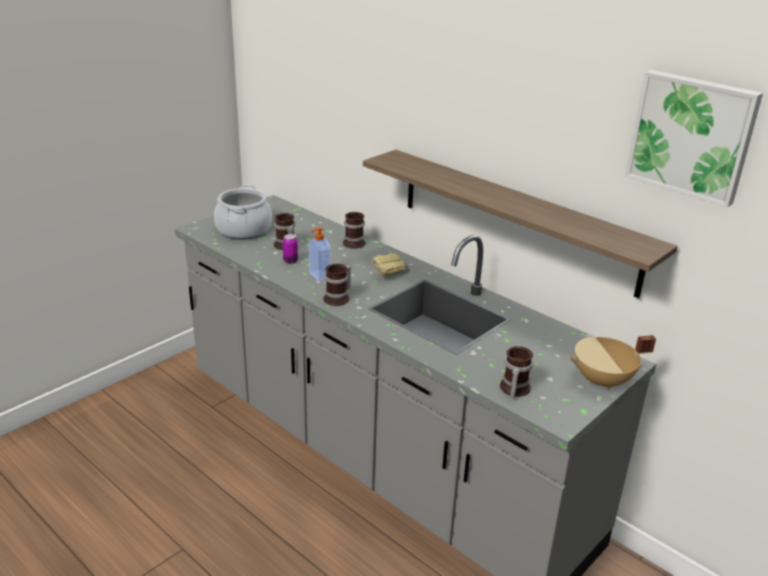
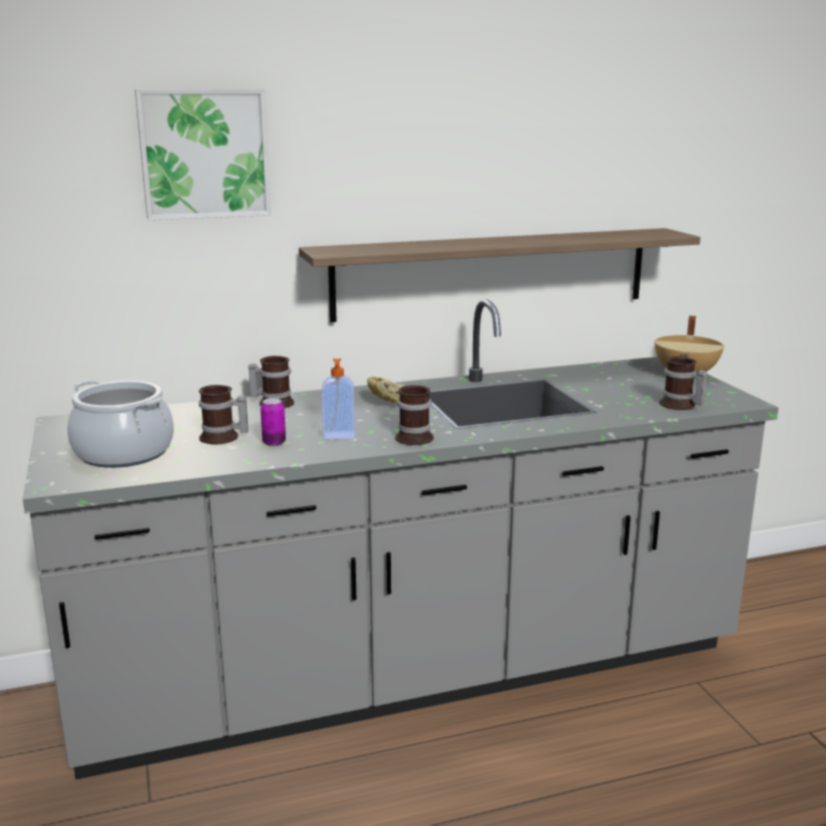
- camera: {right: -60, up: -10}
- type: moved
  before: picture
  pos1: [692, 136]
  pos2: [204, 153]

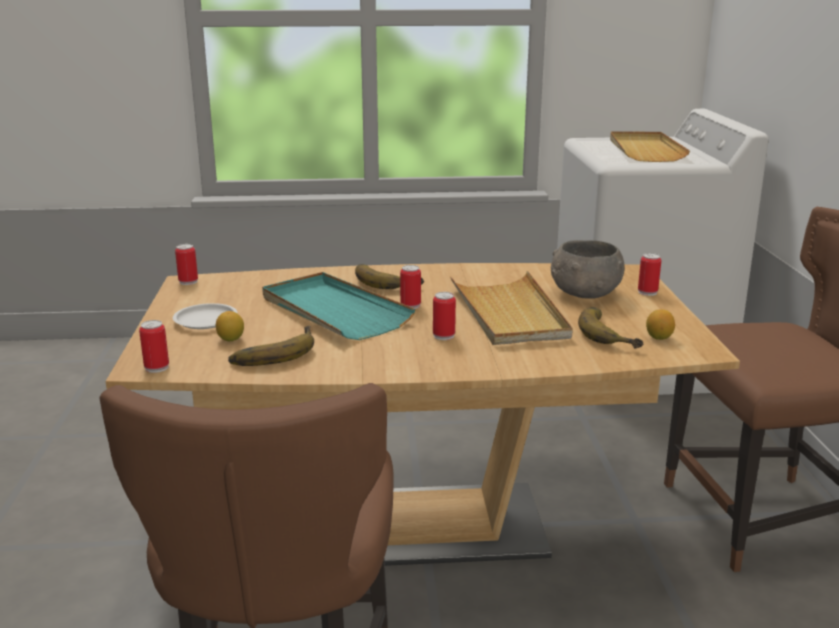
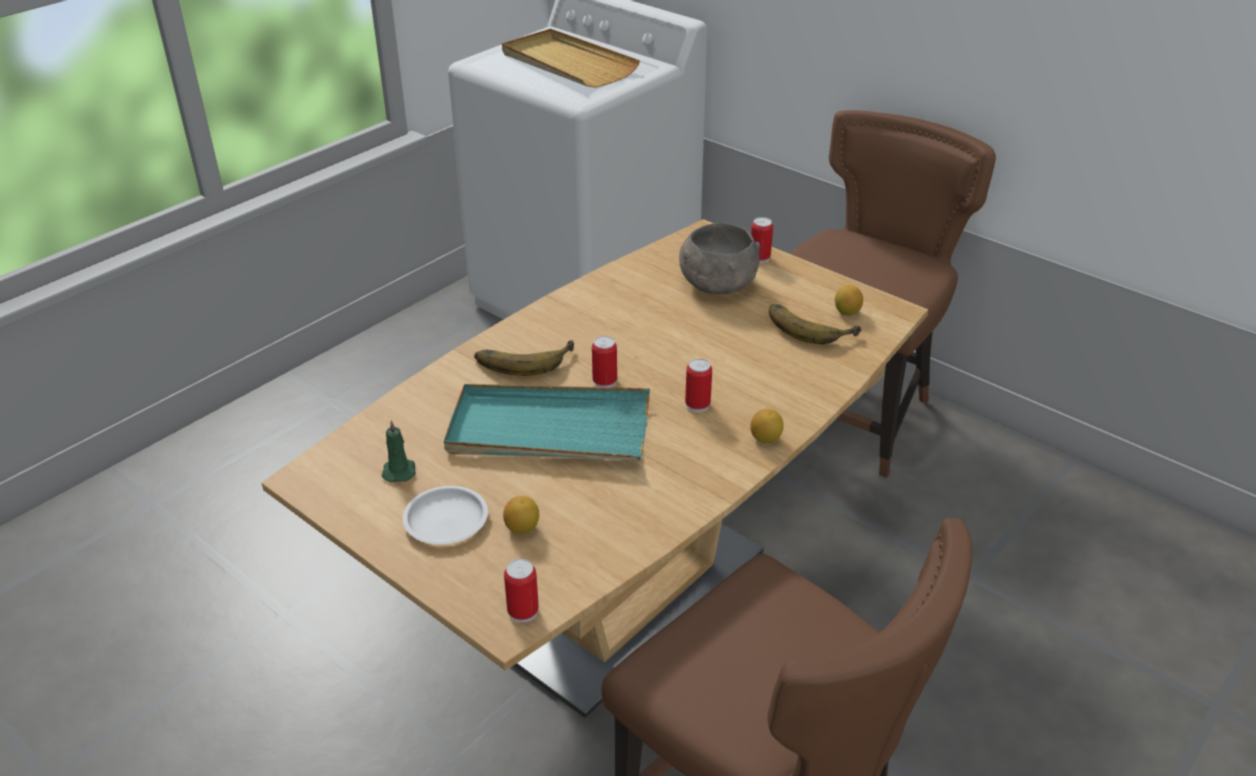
- camera: {right: -45, up: 15}
- type: added
  after: candle/green-coloured
  pos2: [399, 470]
- type: added
  after: citrus fruit
  pos2: [766, 439]
- type: removed
  before: can
  pos1: [188, 282]
- type: removed
  before: banana fruit
  pos1: [272, 352]
- type: removed
  before: carrying tray/sand-coloured
  pos1: [509, 313]

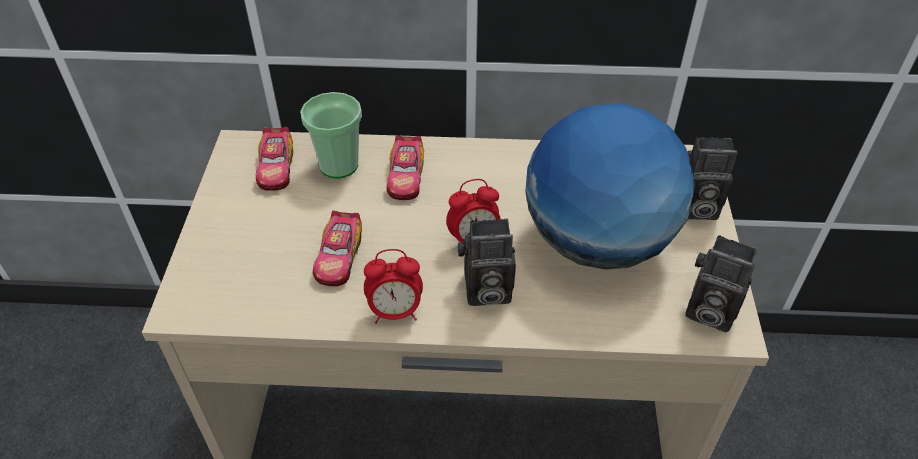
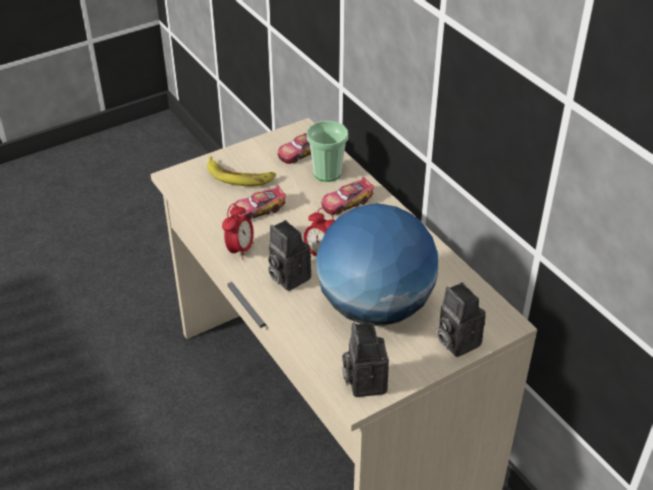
- camera: {right: 55, up: -5}
- type: added
  after: banana fruit
  pos2: [239, 176]
- type: turned
  before: alarm clock
  pos1: [395, 312]
  pos2: [240, 250]
  turn: -120

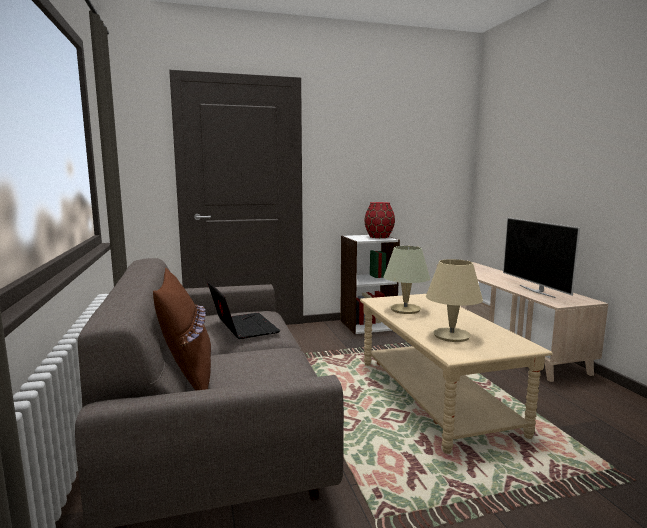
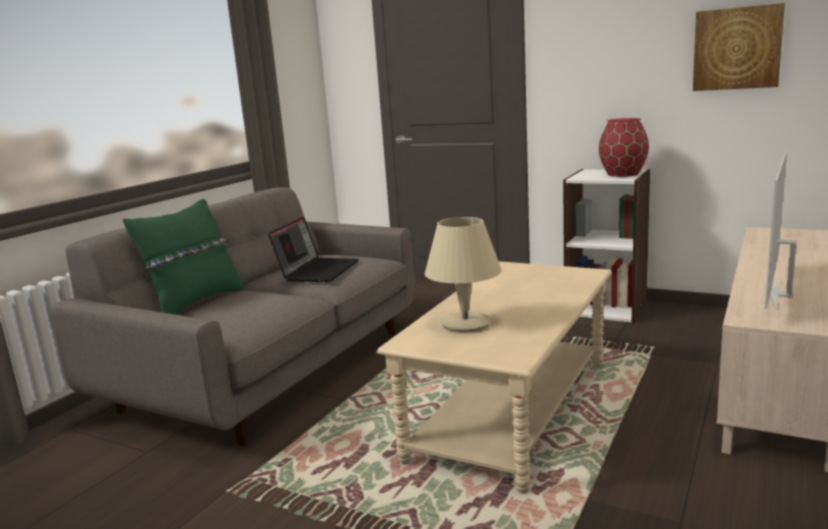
- camera: {right: 45, up: 5}
- type: recoloured
  before: cushion/brown
  after: cushion/green-coloured
  pos1: [188, 377]
  pos2: [195, 303]
- type: added
  after: picture
  pos2: [737, 48]
- type: removed
  before: table lamp/sand-coloured
  pos1: [405, 309]

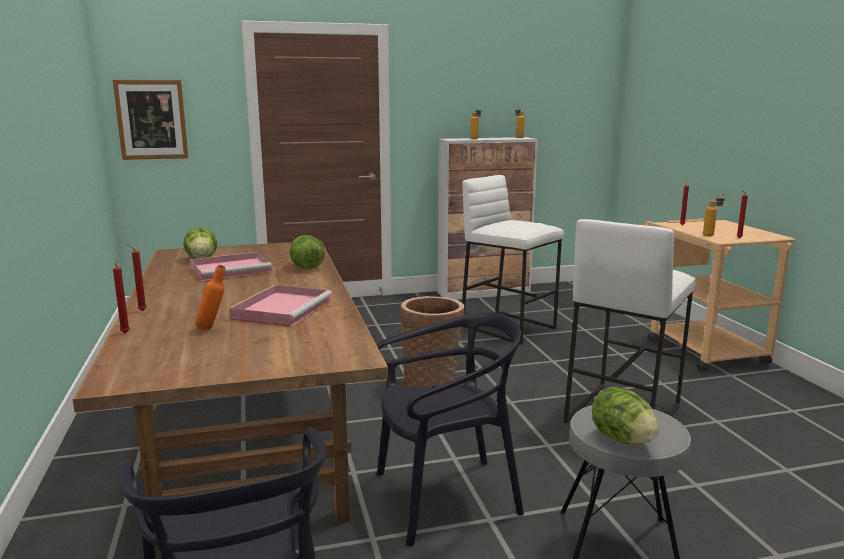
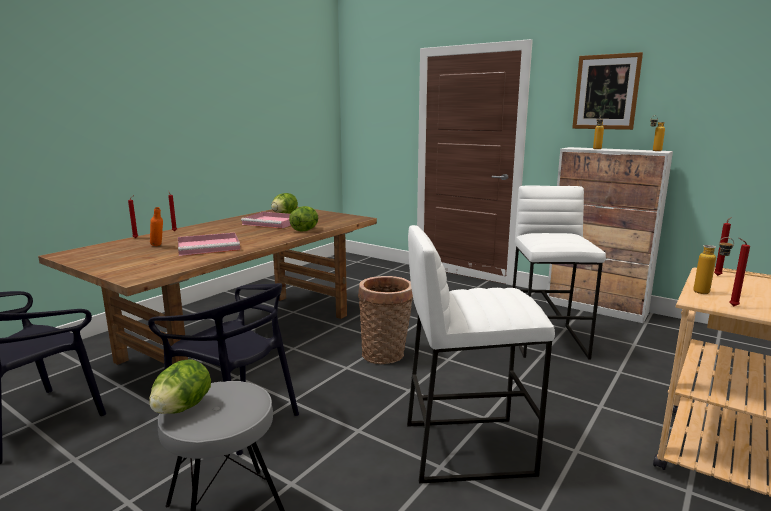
- camera: {right: 50, up: 0}
- type: moved
  before: picture
  pos1: [151, 119]
  pos2: [606, 92]

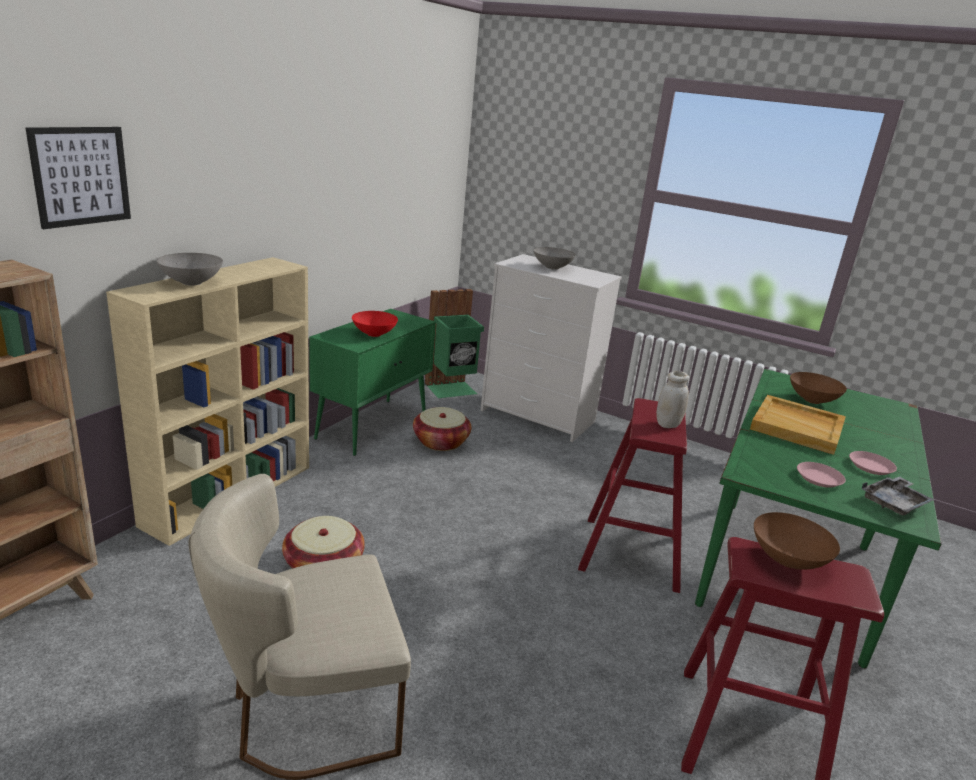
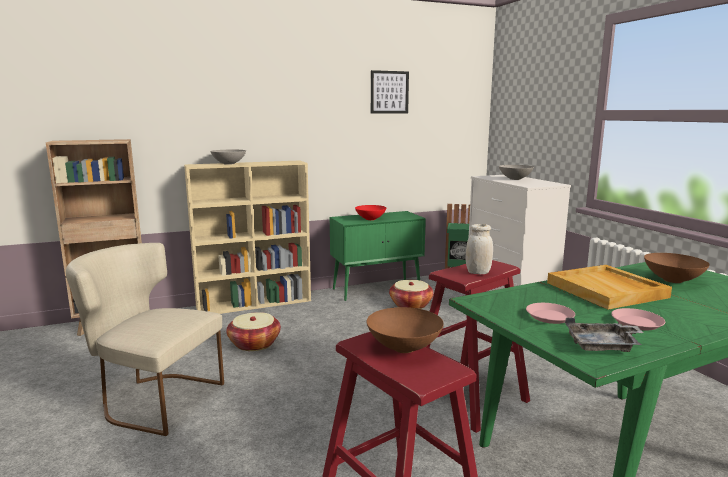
- camera: {right: 40, up: -10}
- type: moved
  before: picture
  pos1: [81, 176]
  pos2: [389, 92]

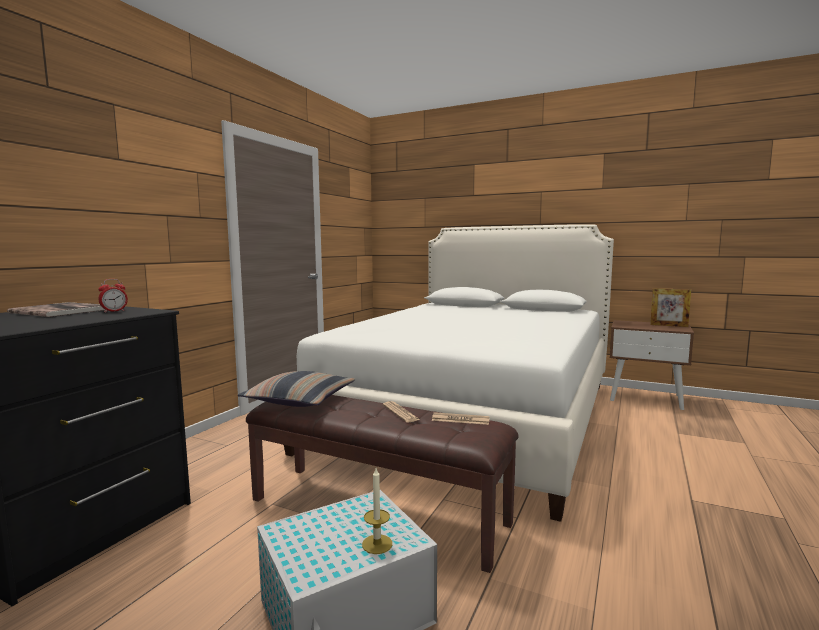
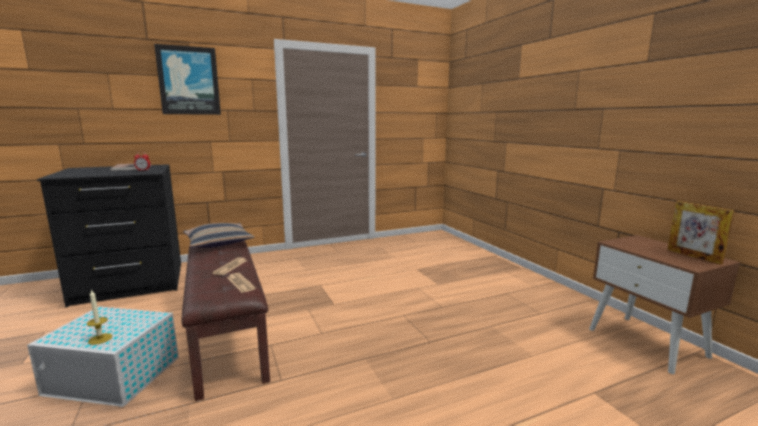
- camera: {right: 40, up: 5}
- type: added
  after: picture
  pos2: [189, 81]
- type: removed
  before: sleeping bed/whitish
  pos1: [473, 414]

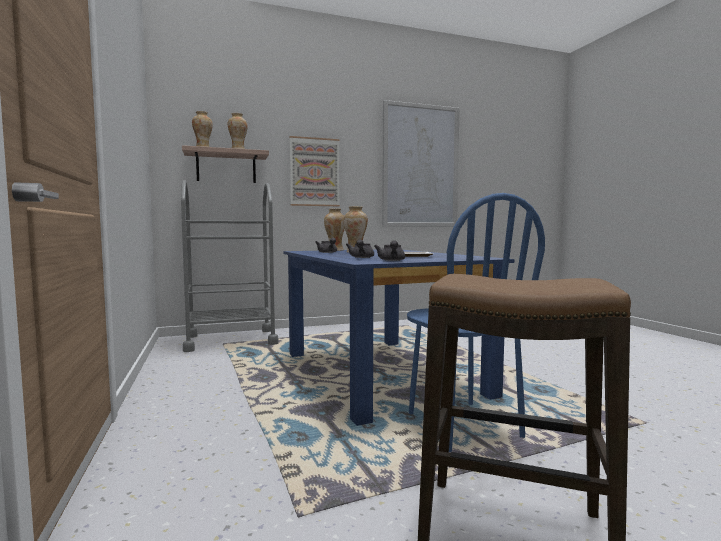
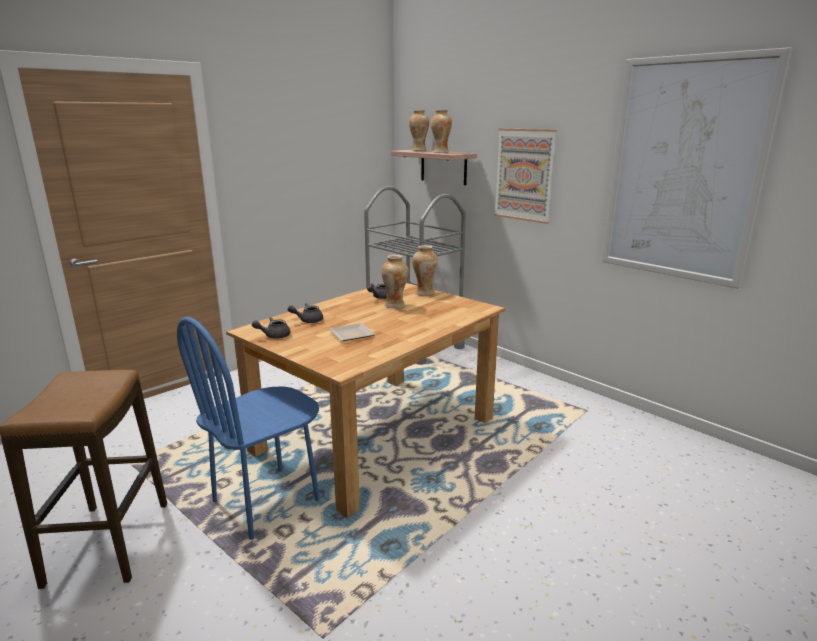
- camera: {right: 65, up: 15}
- type: recoloured
  before: dinner table/blue-coloured
  after: dinner table/brown
  pos1: [381, 373]
  pos2: [376, 436]

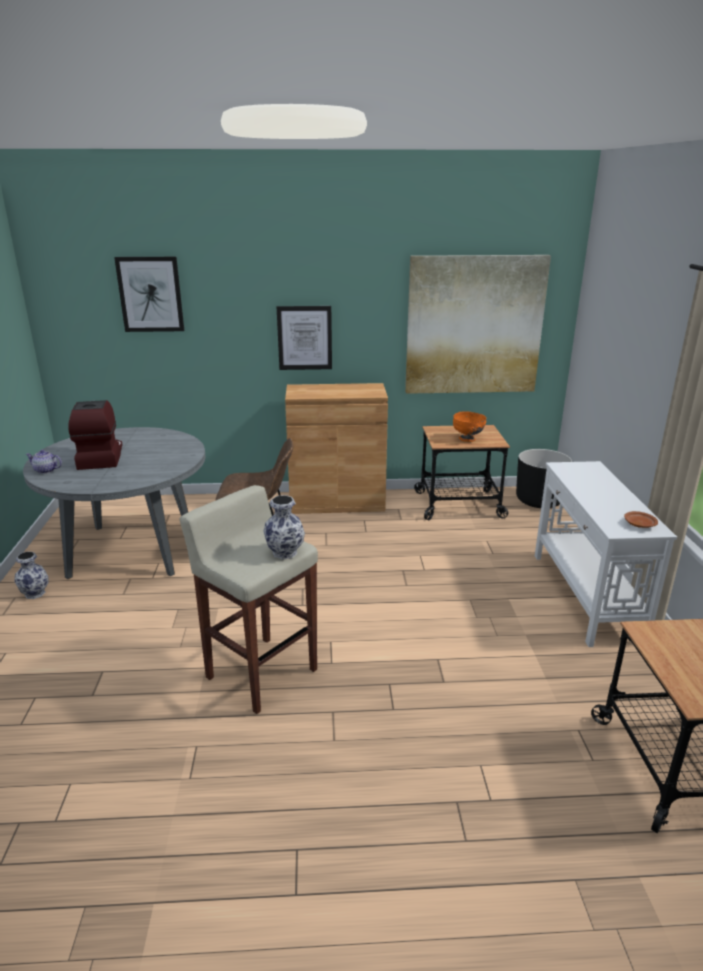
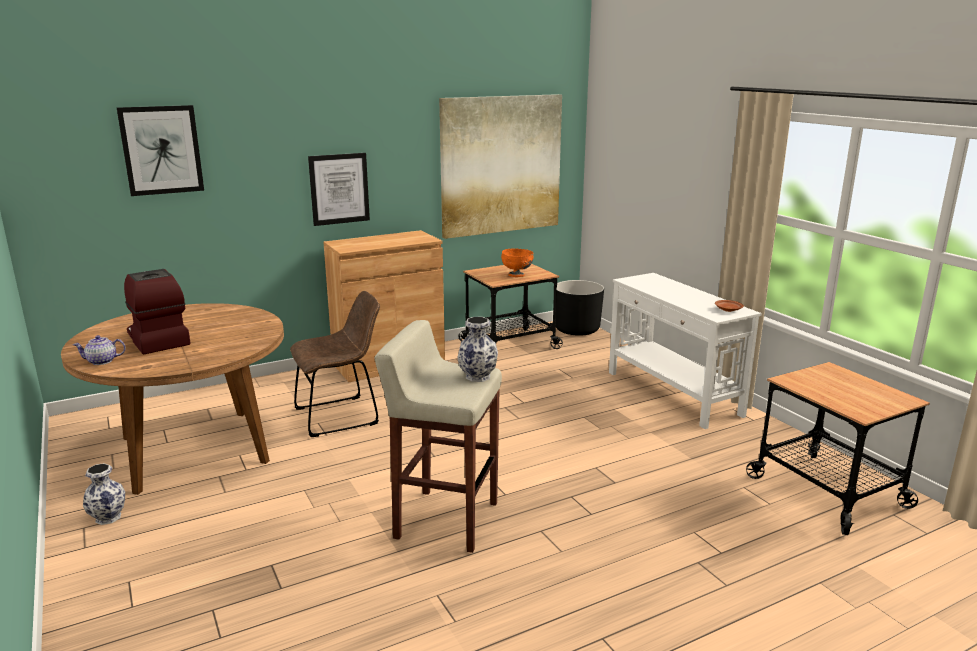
- camera: {right: -25, up: -5}
- type: recoloured
  before: dinner table/greyish
  after: dinner table/brown
  pos1: [132, 550]
  pos2: [194, 449]

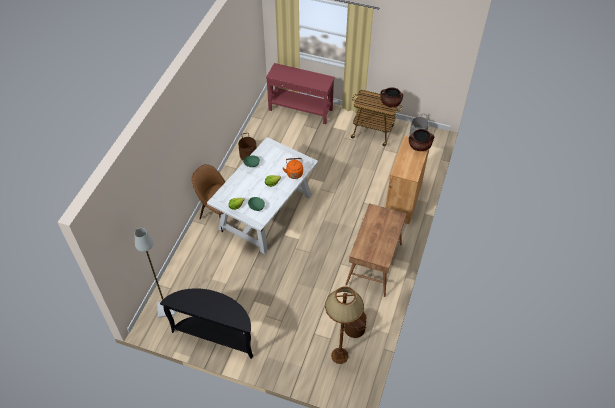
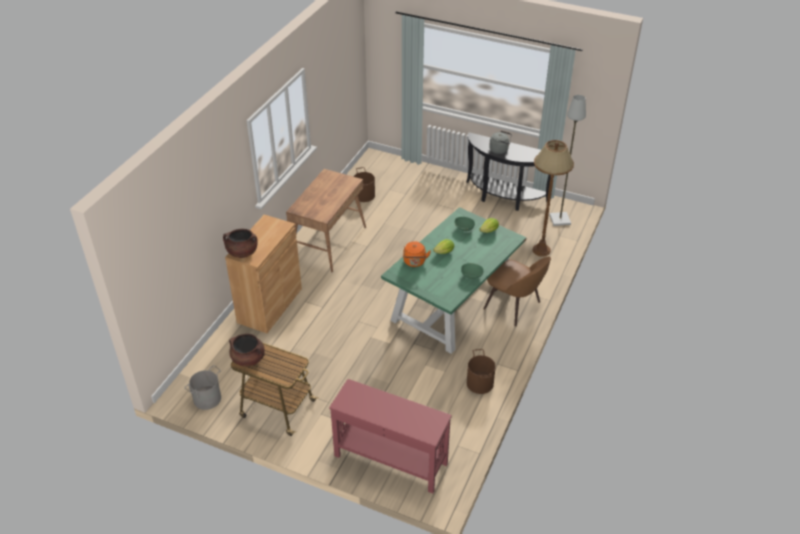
- camera: {right: -175, up: -10}
- type: recoloured
  before: dinner table/whitish
  after: dinner table/green-coloured
  pos1: [266, 211]
  pos2: [453, 304]
- type: added
  after: kettle/greyish
  pos2: [500, 150]
- type: moved
  before: floor lamp/brown
  pos1: [339, 355]
  pos2: [541, 250]

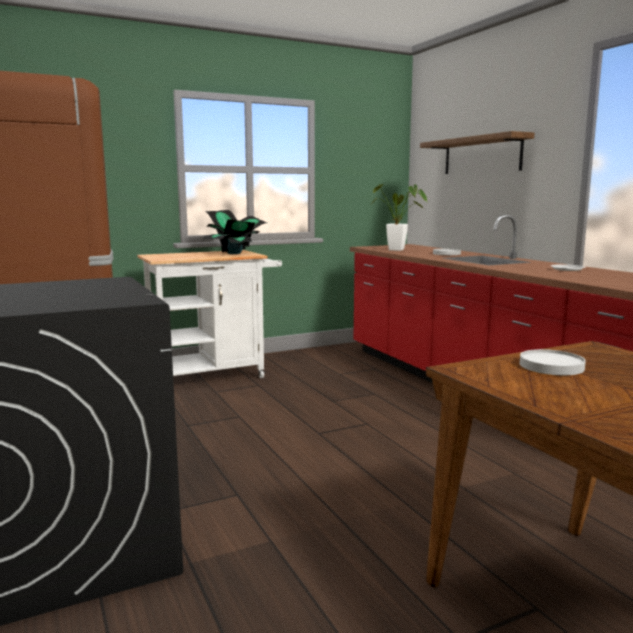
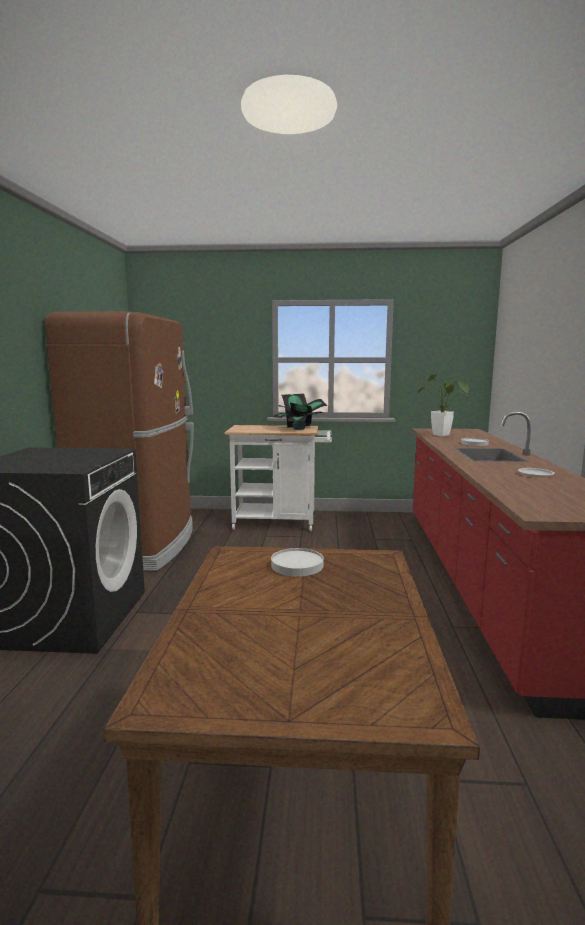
- camera: {right: 30, up: 0}
- type: removed
  before: wall shelf
  pos1: [481, 155]

